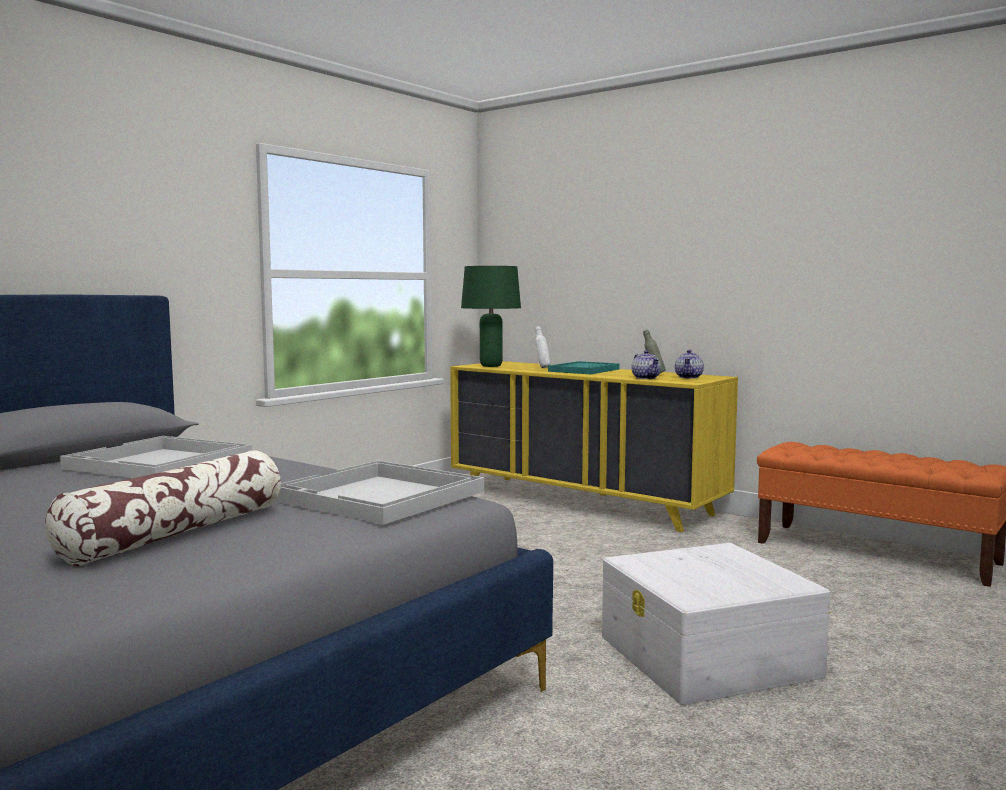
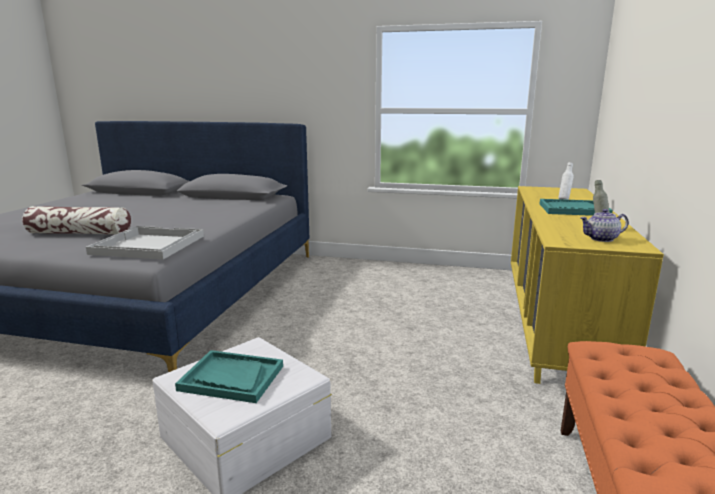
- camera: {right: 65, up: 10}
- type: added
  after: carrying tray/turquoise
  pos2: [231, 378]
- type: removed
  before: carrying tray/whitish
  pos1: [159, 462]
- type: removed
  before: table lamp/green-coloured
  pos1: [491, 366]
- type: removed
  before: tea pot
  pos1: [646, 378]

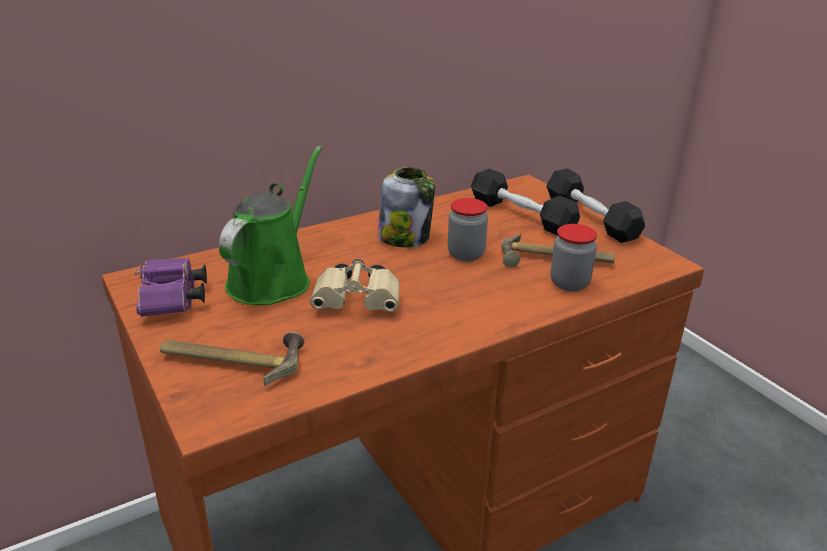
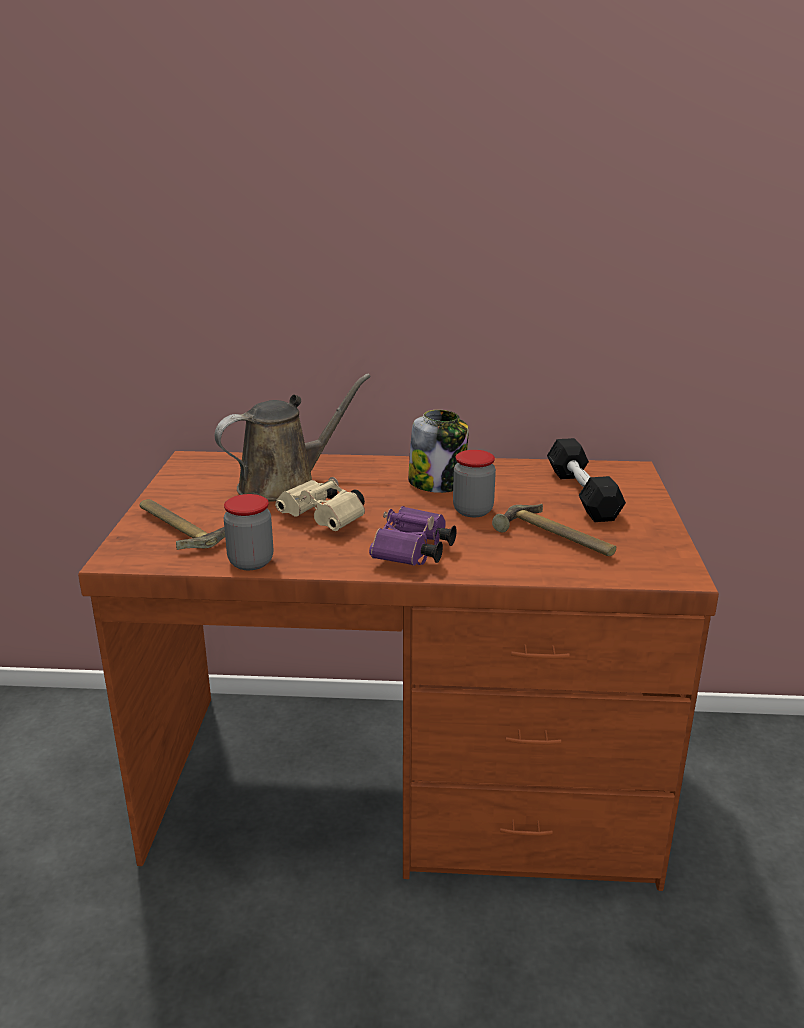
- camera: {right: 35, up: -5}
- type: recoloured
  before: watering can/green-coloured
  after: watering can/brown
  pos1: [273, 279]
  pos2: [285, 485]
- type: moved
  before: preserve jar
  pos1: [569, 283]
  pos2: [251, 562]
- type: moved
  before: pair of binoculars/purple-coloured
  pos1: [173, 301]
  pos2: [412, 554]
- type: removed
  before: free weight/black
  pos1: [591, 218]

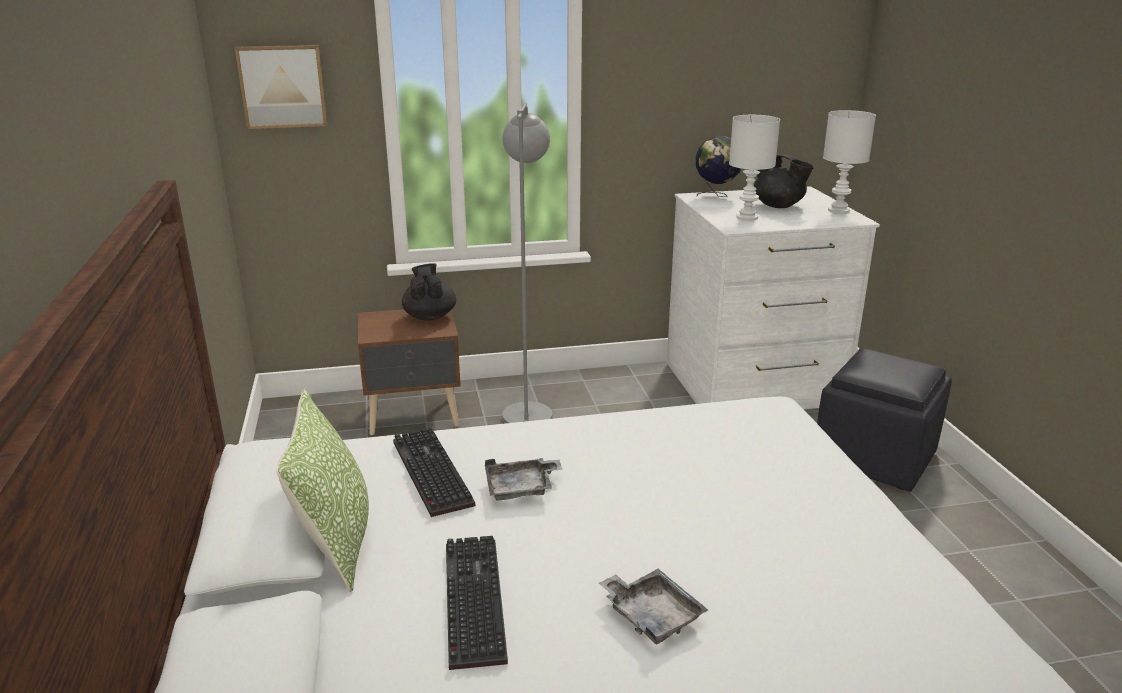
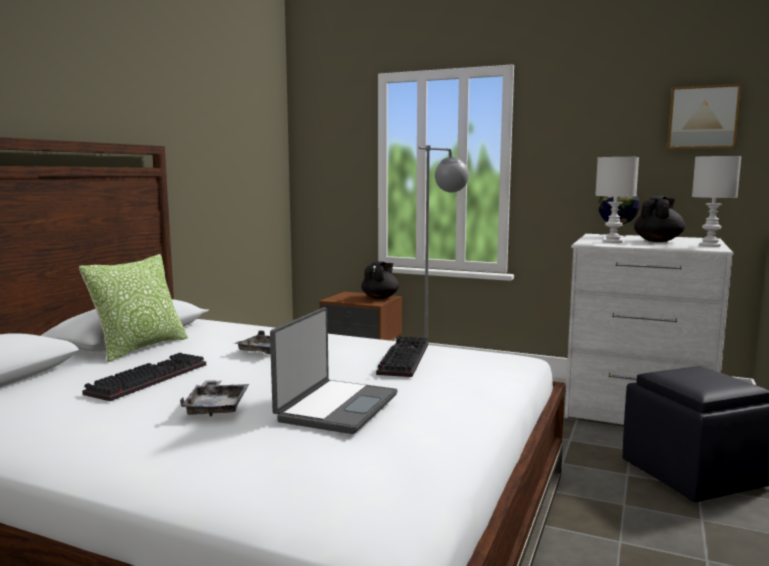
- camera: {right: 35, up: -15}
- type: added
  after: portable computer
  pos2: [336, 407]
- type: moved
  before: computer keyboard
  pos1: [428, 472]
  pos2: [402, 358]
- type: turned
  before: tea pot/black
  pos1: [779, 206]
  pos2: [658, 241]
  turn: -135
- type: moved
  before: picture
  pos1: [282, 86]
  pos2: [702, 117]

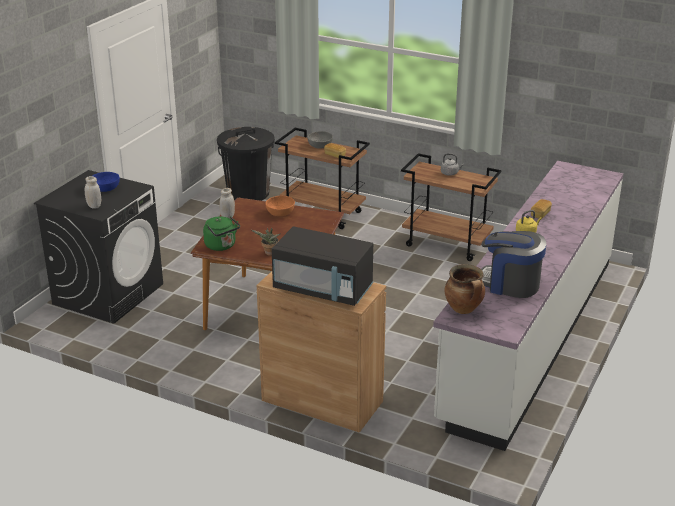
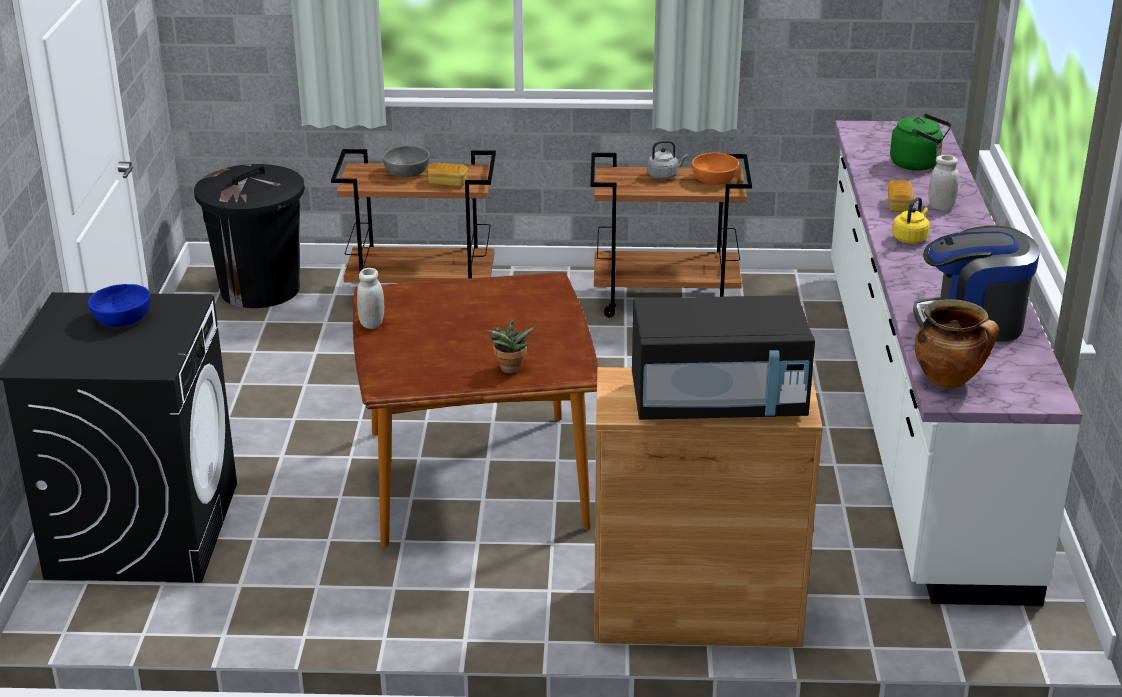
- camera: {right: -25, up: 0}
- type: moved
  before: bowl/orangey
  pos1: [280, 212]
  pos2: [714, 179]
- type: moved
  before: kettle/green-coloured
  pos1: [222, 246]
  pos2: [918, 164]
- type: moved
  before: preserve jar/whitish
  pos1: [94, 206]
  pos2: [941, 207]

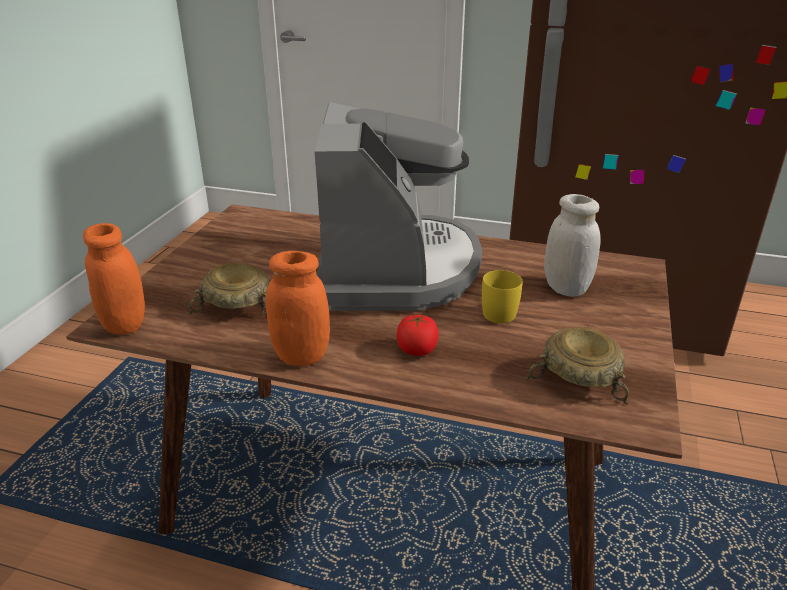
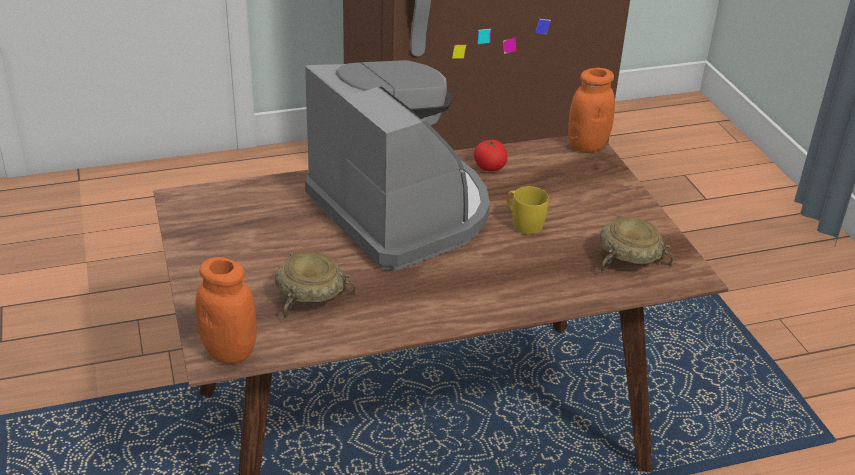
- camera: {right: -35, up: 5}
- type: moved
  before: fresh tomato
  pos1: [417, 350]
  pos2: [489, 167]
- type: moved
  before: preserve jar/orangey
  pos1: [301, 355]
  pos2: [587, 146]
- type: removed
  before: preserve jar/whitish
  pos1: [566, 288]

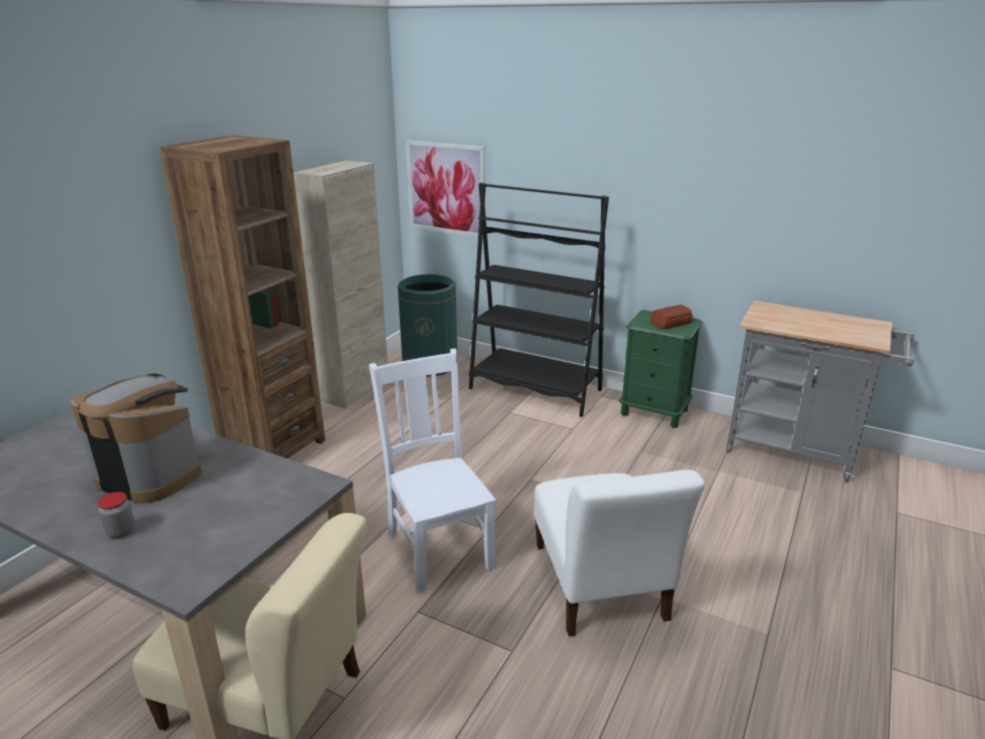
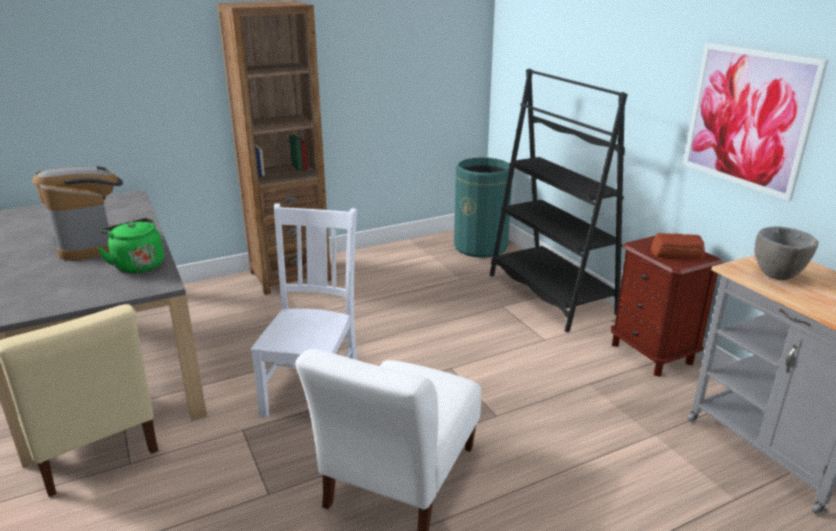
- camera: {right: 35, up: 0}
- type: added
  after: kettle/green-coloured
  pos2: [137, 265]
- type: recoloured
  before: bedside table/green-coloured
  after: bedside table/brown
  pos1: [654, 412]
  pos2: [651, 353]
- type: moved
  before: picture
  pos1: [446, 188]
  pos2: [748, 118]
- type: added
  after: bowl/greyish
  pos2: [777, 276]
- type: removed
  before: preserve jar
  pos1: [121, 531]
- type: removed
  before: storage cabinet/sand-coloured
  pos1: [356, 390]

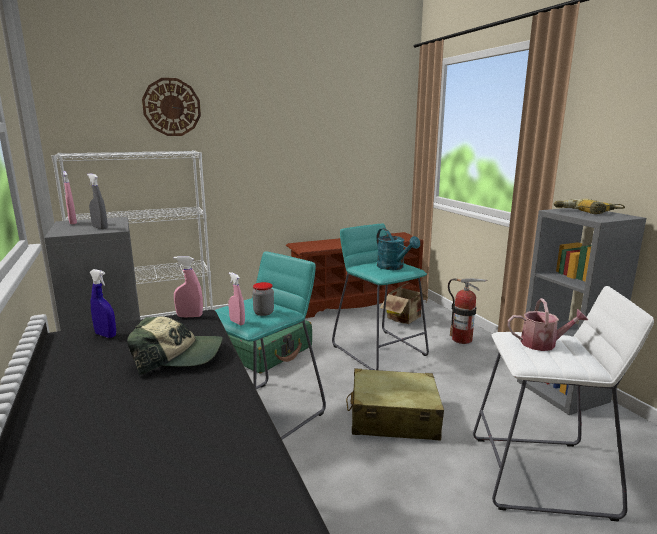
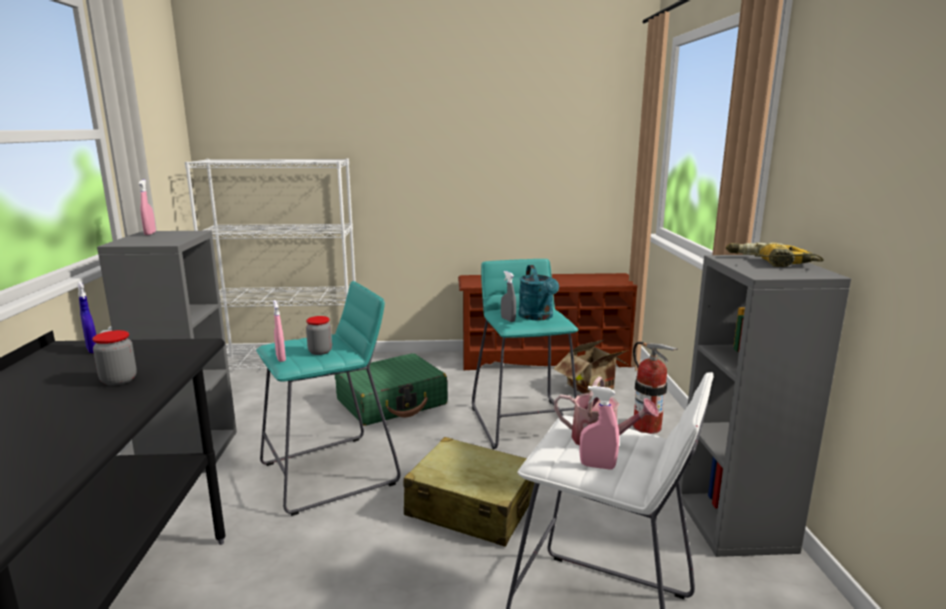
- camera: {right: 20, up: 0}
- type: replaced
  before: cap
  after: preserve jar
  pos1: [178, 356]
  pos2: [119, 380]
- type: moved
  before: hand sprayer/greyish
  pos1: [100, 228]
  pos2: [508, 320]
- type: moved
  before: hand sprayer/pink
  pos1: [189, 316]
  pos2: [597, 466]
- type: removed
  before: hanging clock
  pos1: [172, 107]

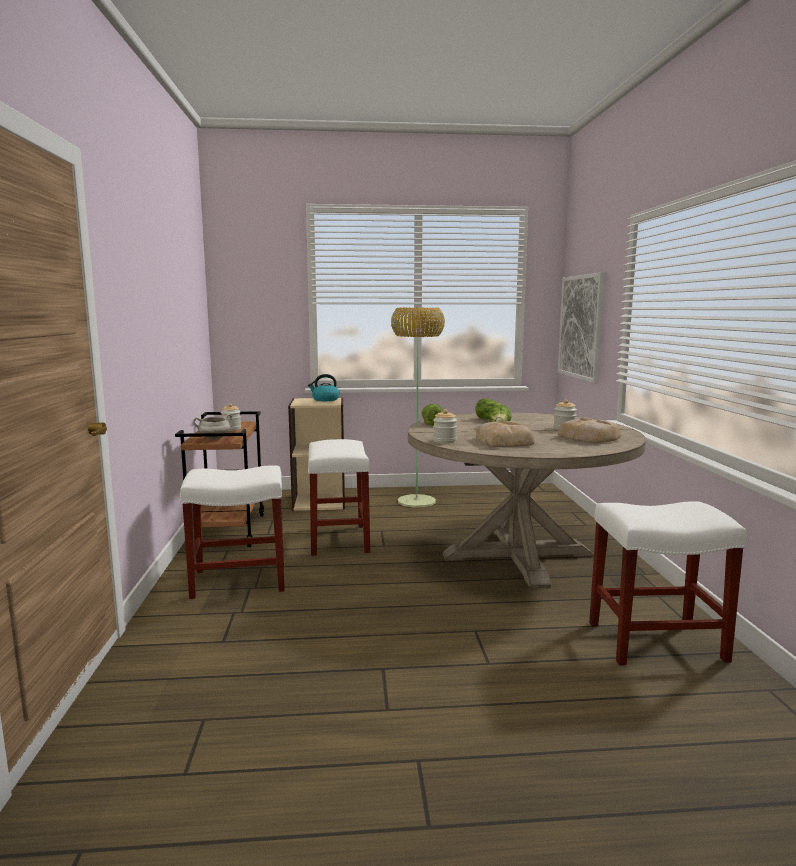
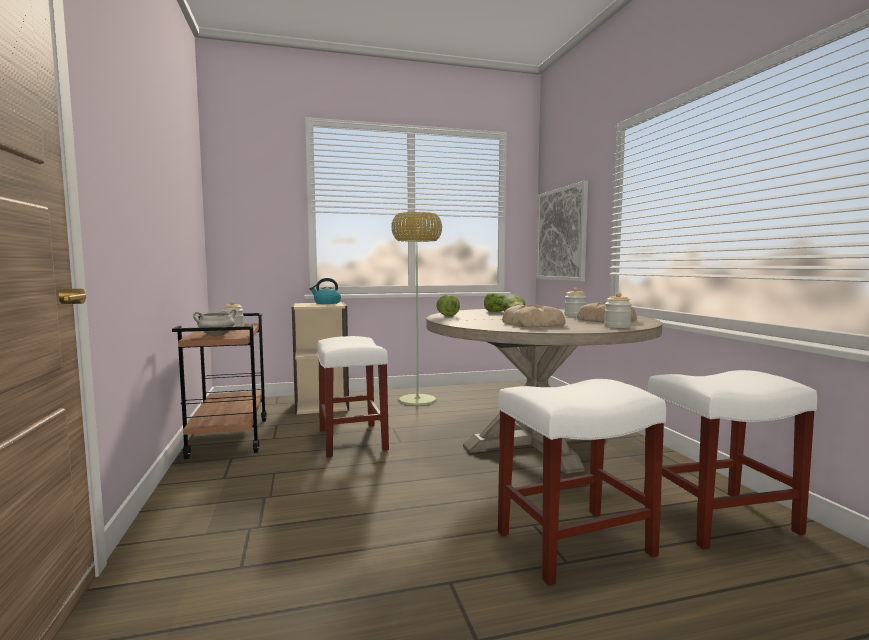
- camera: {right: -10, up: -5}
- type: moved
  before: sitting stool/whitish
  pos1: [237, 581]
  pos2: [573, 544]
- type: moved
  before: preserve jar
  pos1: [444, 441]
  pos2: [617, 326]

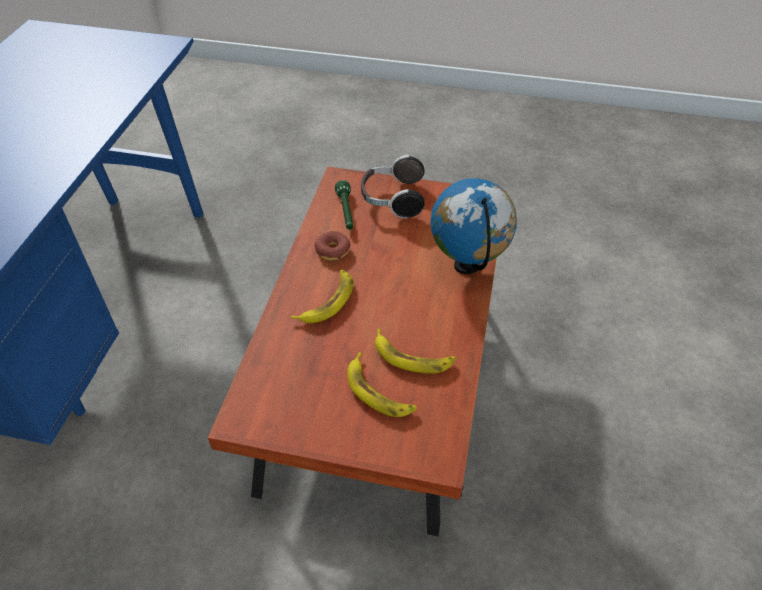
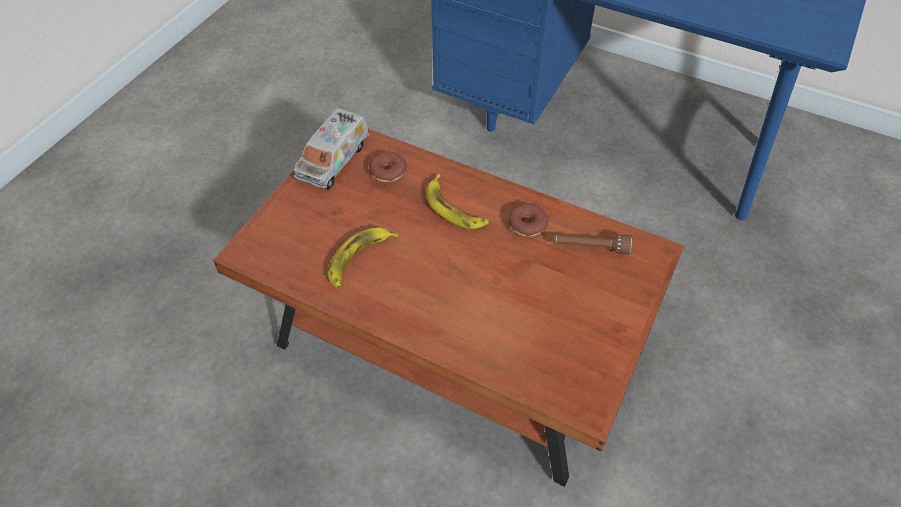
- camera: {right: 105, up: 5}
- type: added
  after: toy truck
  pos2: [333, 160]
- type: added
  after: donut
  pos2: [388, 171]
- type: recoloured
  before: hand torch/green-coloured
  after: hand torch/brown
  pos1: [346, 212]
  pos2: [590, 247]
- type: removed
  before: banana fruit
  pos1: [378, 392]
- type: removed
  before: pair of headphones
  pos1: [392, 199]
- type: removed
  before: desk globe
  pos1: [467, 266]

